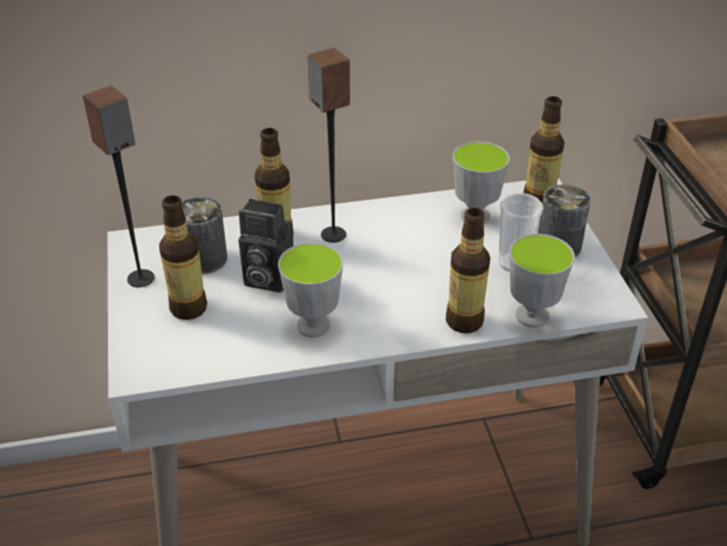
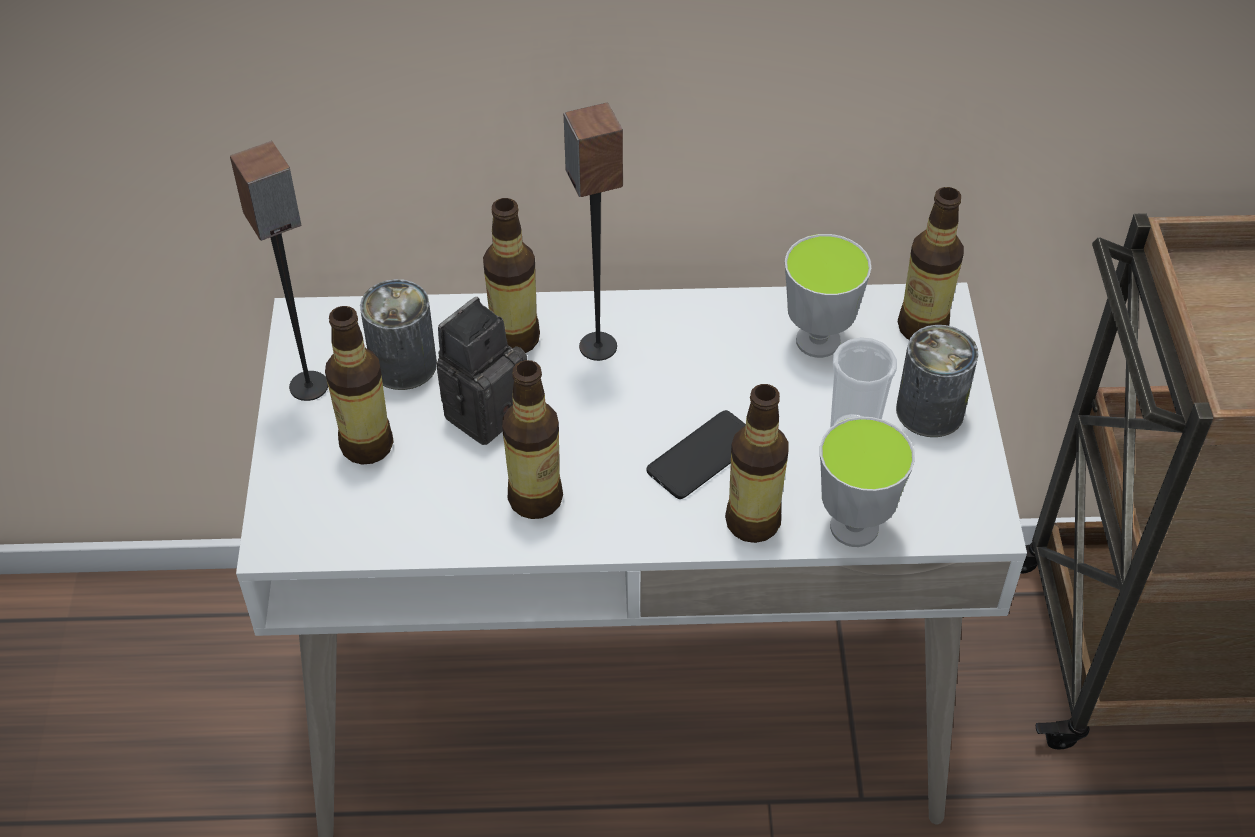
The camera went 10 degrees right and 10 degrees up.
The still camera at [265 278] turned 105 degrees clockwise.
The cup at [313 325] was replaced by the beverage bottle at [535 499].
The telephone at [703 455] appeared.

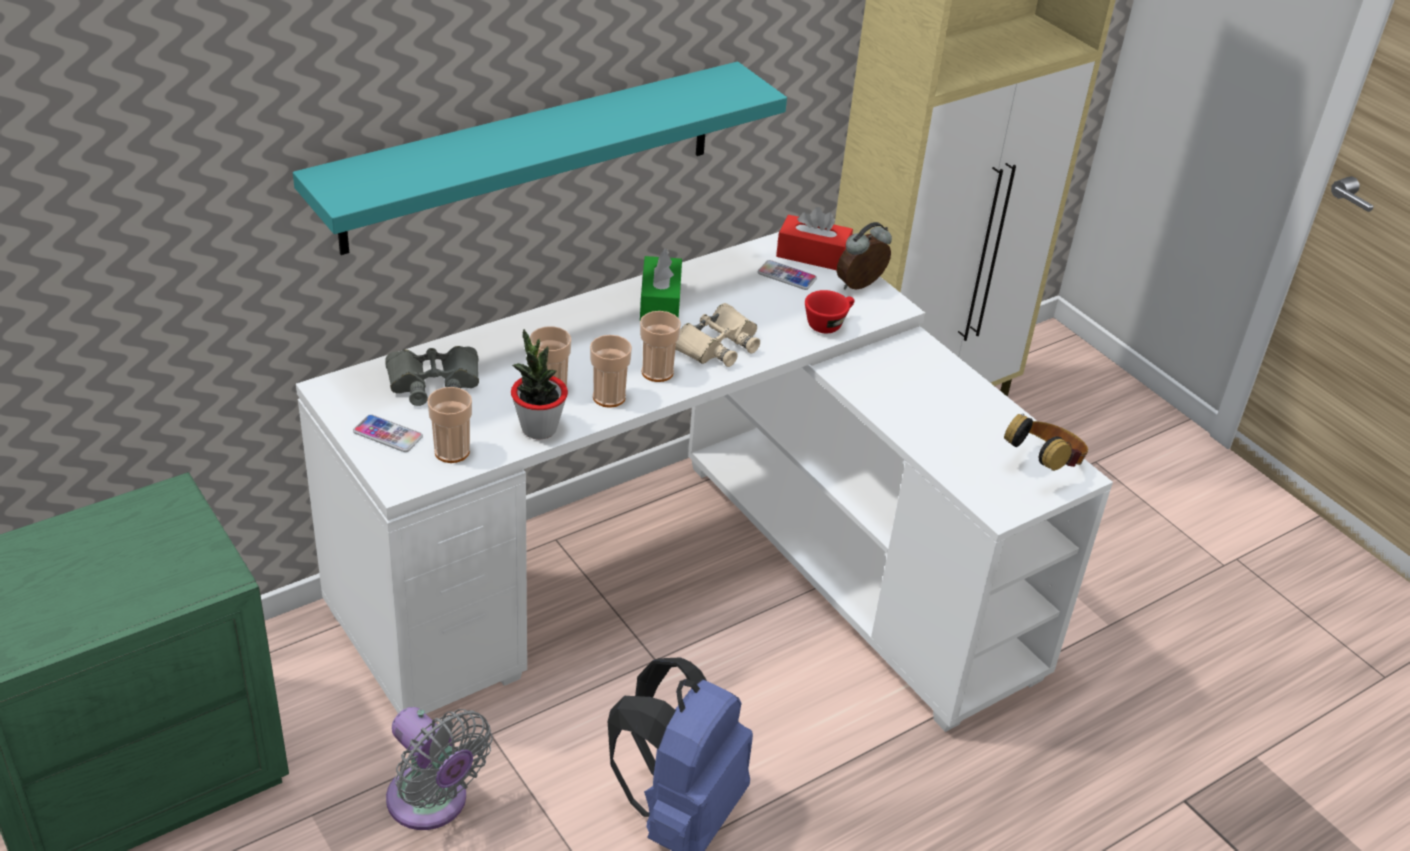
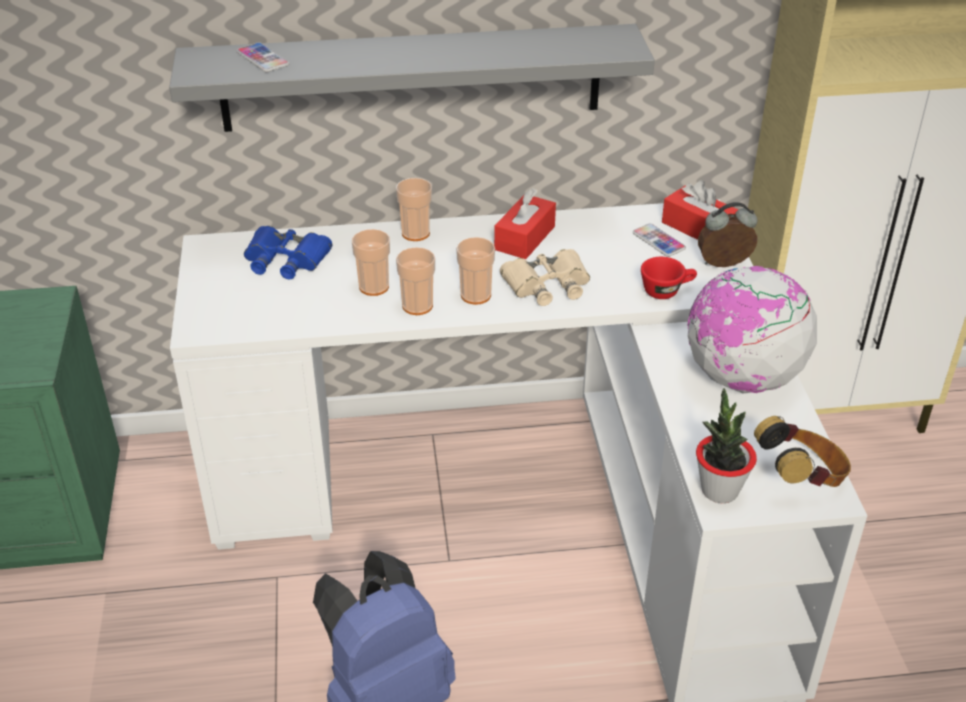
The camera went 30 degrees right and 0 degrees up.
The shelf (turquoise-coloured) at [531 157] became the shelf (gray) at [411 78].
The tissue holder (green) at [660 302] became the tissue holder (red-coloured) at [524 238].
The plant in a pot moved from [539 428] to [719 490].
The field glasses (gray) at [434 382] became the field glasses (blue) at [286 259].
The cup moved from [452 452] to [415 233].
The telephone moved from [388 434] to [263 59].
The electric fan (gray) at [432 803] disappeared.
The desk globe at [742 378] appeared.

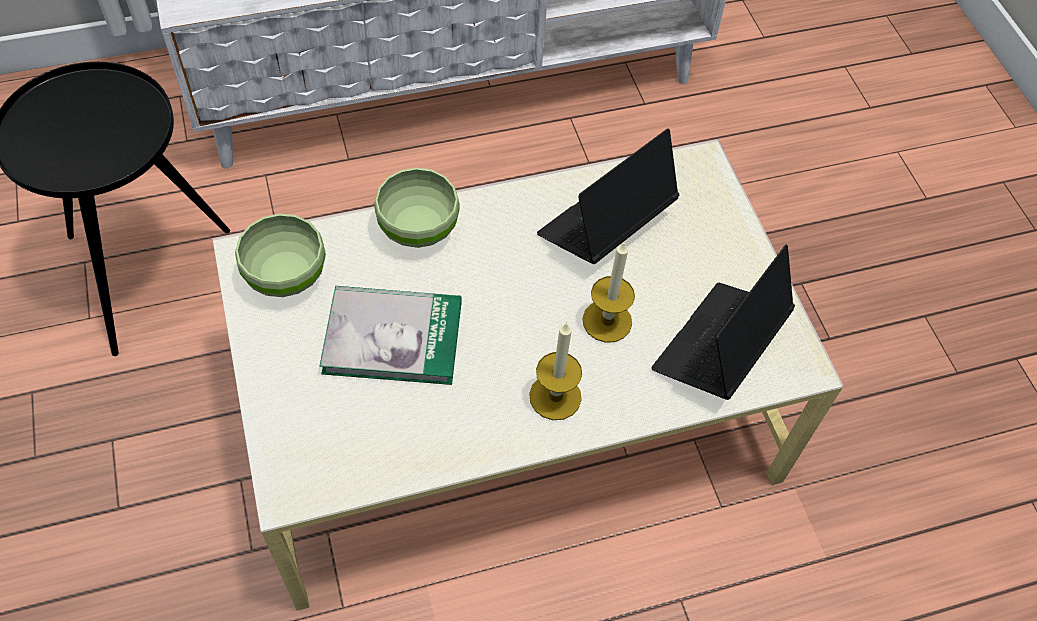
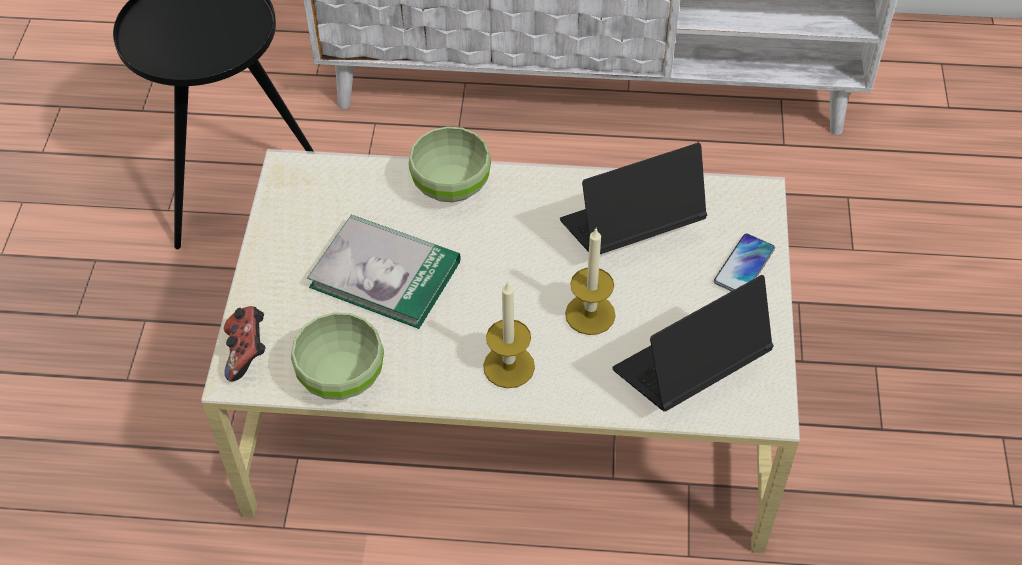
The camera went 25 degrees right and 5 degrees down.
The bowl (green) moved from [286 277] to [341 378].
The telephone at [744 265] appeared.
The joypad at [247 353] appeared.

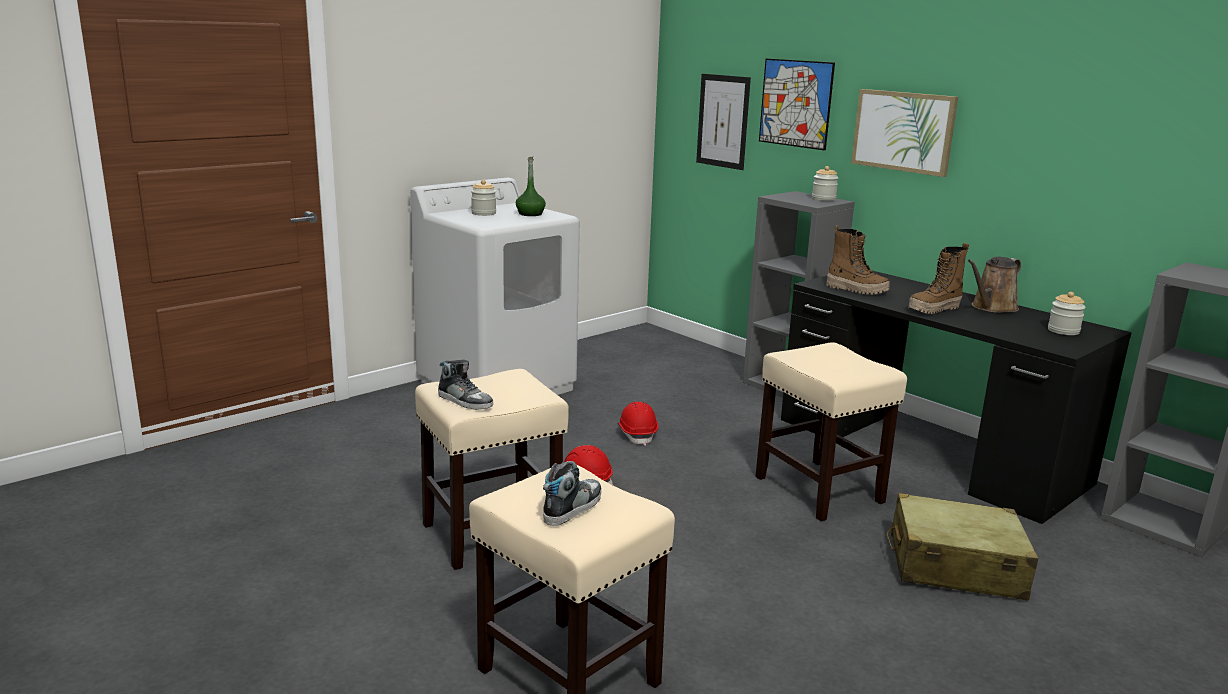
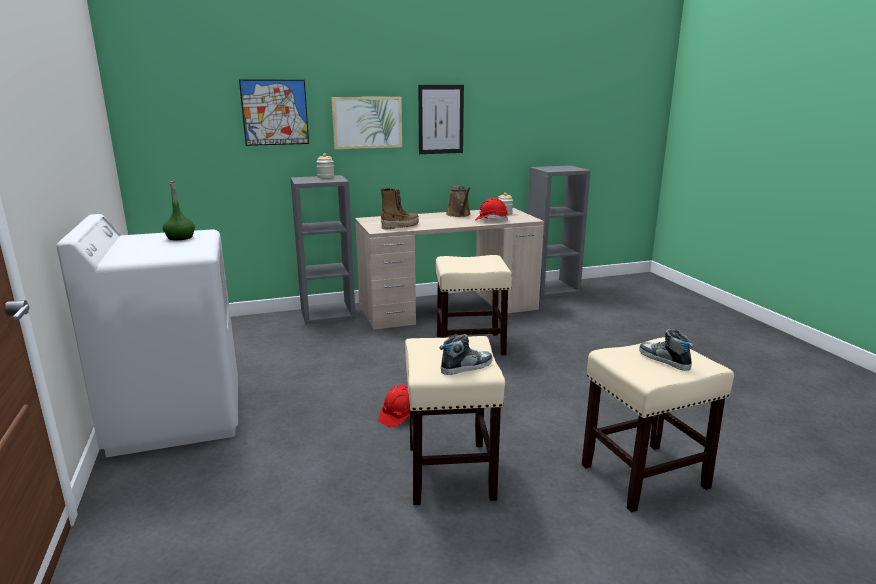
The camera went 65 degrees left and 0 degrees up.
The wall art moved from [723 121] to [441 119].
The preserve jar at [483 213] disappeared.
The high-top boot at [934 309] disappeared.
The desk (black-coloured) at [928 450] became the desk (beige) at [448 307].
The hard hat (red-coloured) moved from [637 434] to [491 220].
The piece of luggage (beige) at [954 566] disappeared.

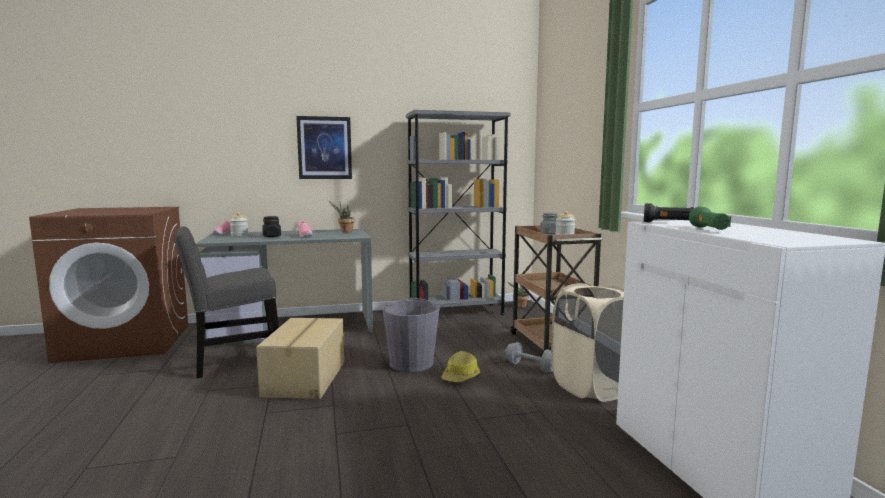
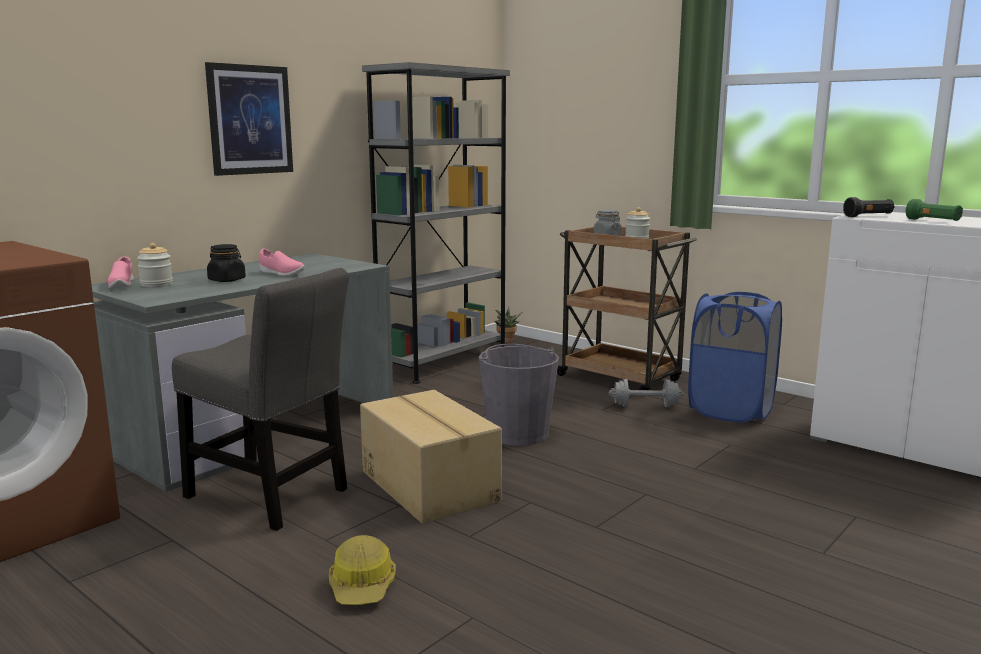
The camera went 35 degrees left and 5 degrees up.
The plant in a pot at [345 231] disappeared.
The upright chair (gray) at [233 361] turned 90 degrees counterclockwise.
The washing basket (beige) at [592 387] became the washing basket (blue) at [731 410].
The hard hat moved from [460 377] to [362 586].

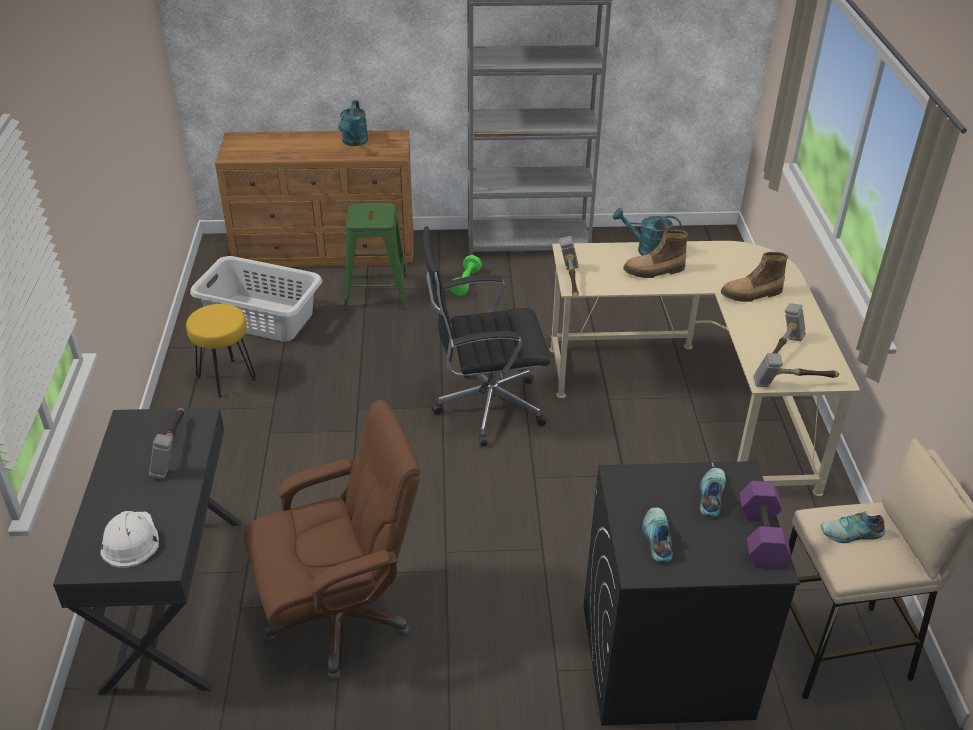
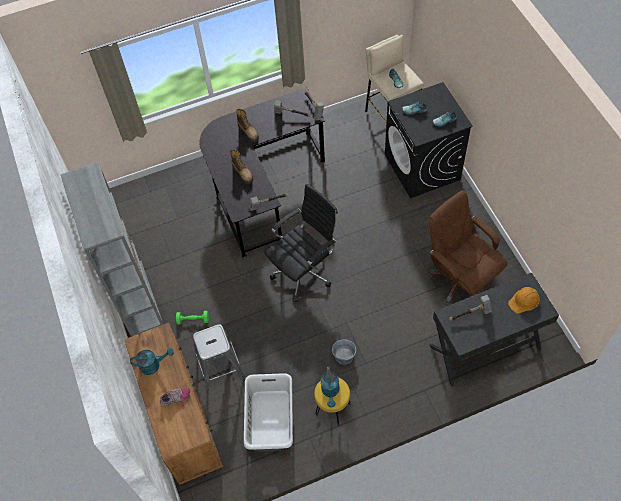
The camera went 105 degrees left and 20 degrees up.
The stool seat (green) at [376 292] became the stool seat (gray) at [220 366].
The watering pot (turquoise-coloured) moved from [647 250] to [330 392].
The office chair (black-coloured) at [484 408] turned 105 degrees counterclockwise.
The desk (beige) at [695 398] became the desk (black-coloured) at [260 186].
The free weight (purple-coloured) at [759 536] disappeared.
The hard hat (white-coloured) at [130 540] became the hard hat (orangey) at [524 301].
The bucket (gray) at [344 356] appeared.
The item of footwear at [175 397] appeared.

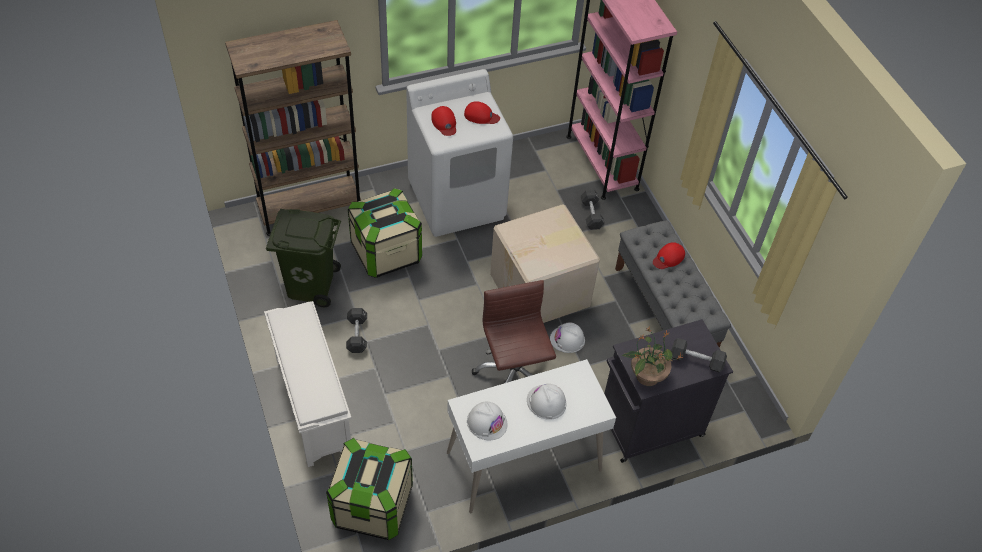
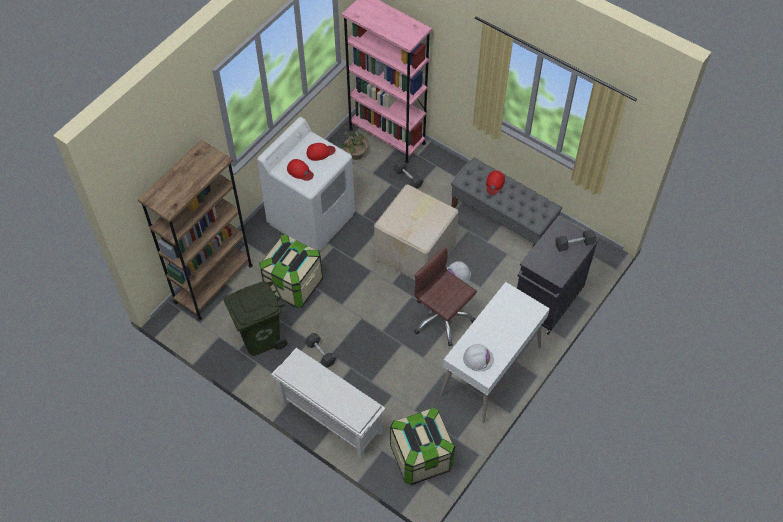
The camera went 30 degrees left and 5 degrees up.
The plant in a pot moved from [646 376] to [355 154].
The hard hat (white-coloured) at [546 402] disappeared.

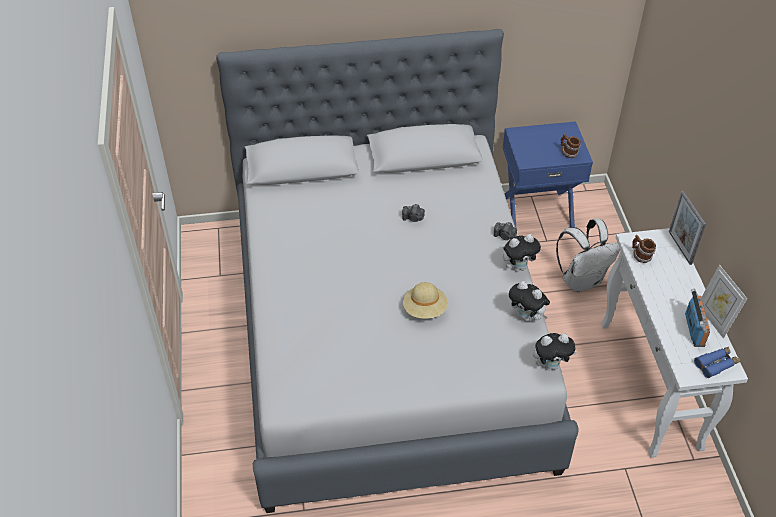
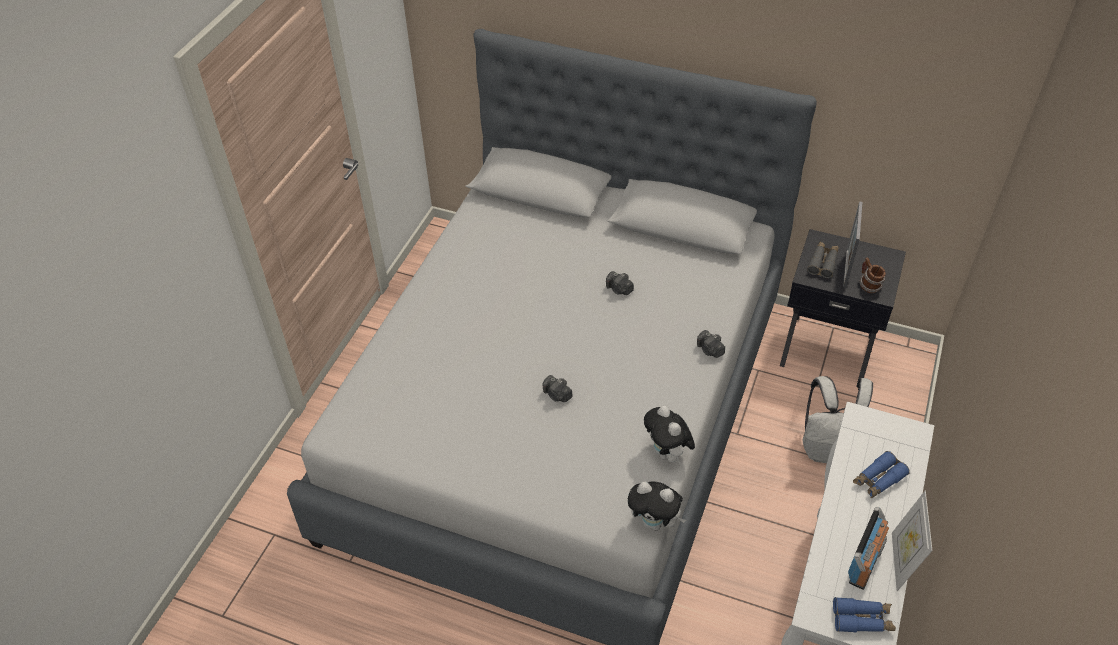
The camera went 30 degrees right and 0 degrees up.
The bedside table (blue) at [536 212] became the bedside table (black-coloured) at [827 348].
The picture frame moved from [680 247] to [846 268].
The cuddly toy at [518 267] disappeared.
The tea mug at [640 256] disappeared.
The clothing hat (beige) at [425 309] was replaced by the still camera at [557 395].
The field glasses (gray) at [823 263] appeared.
The field glasses (blue) at [878 479] appeared.

